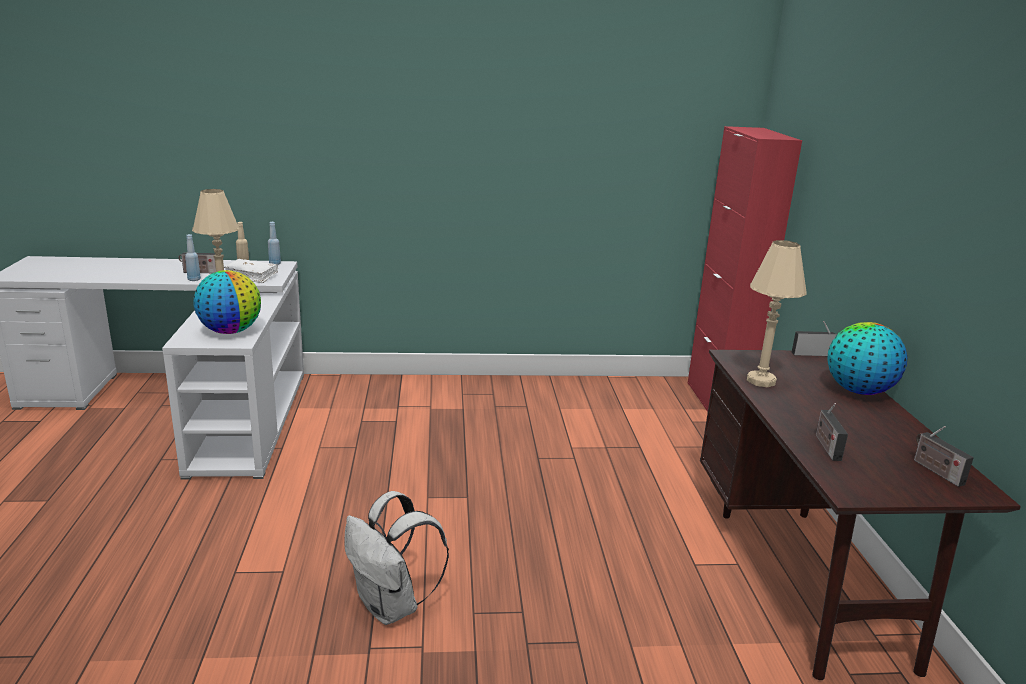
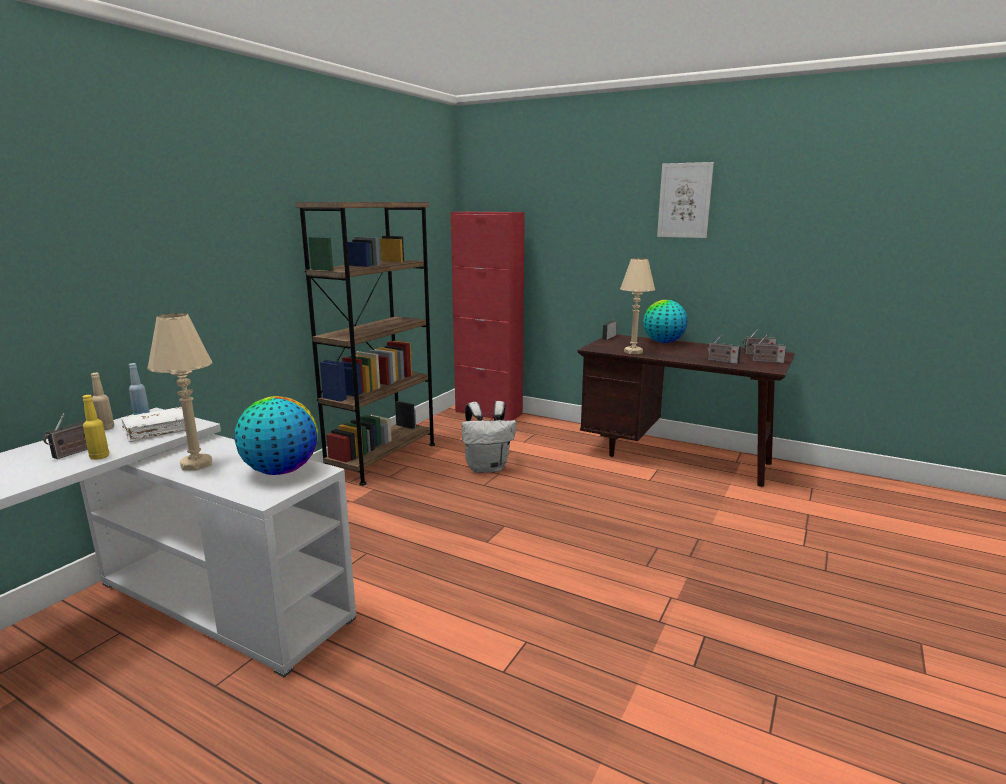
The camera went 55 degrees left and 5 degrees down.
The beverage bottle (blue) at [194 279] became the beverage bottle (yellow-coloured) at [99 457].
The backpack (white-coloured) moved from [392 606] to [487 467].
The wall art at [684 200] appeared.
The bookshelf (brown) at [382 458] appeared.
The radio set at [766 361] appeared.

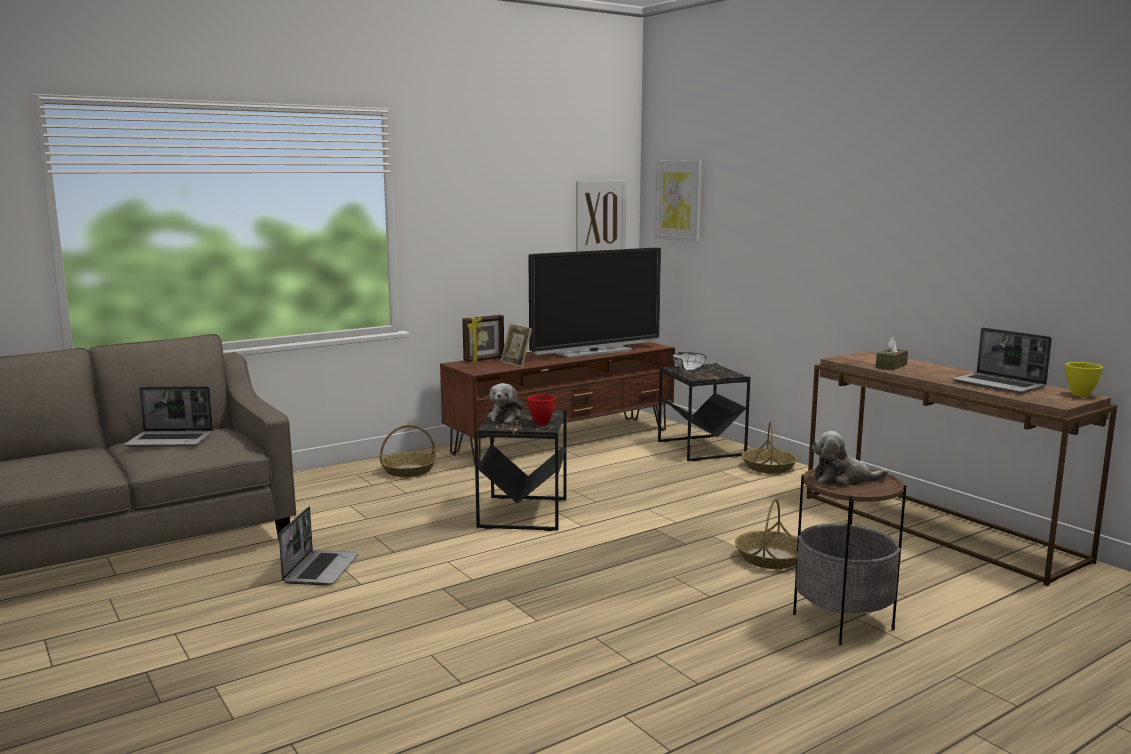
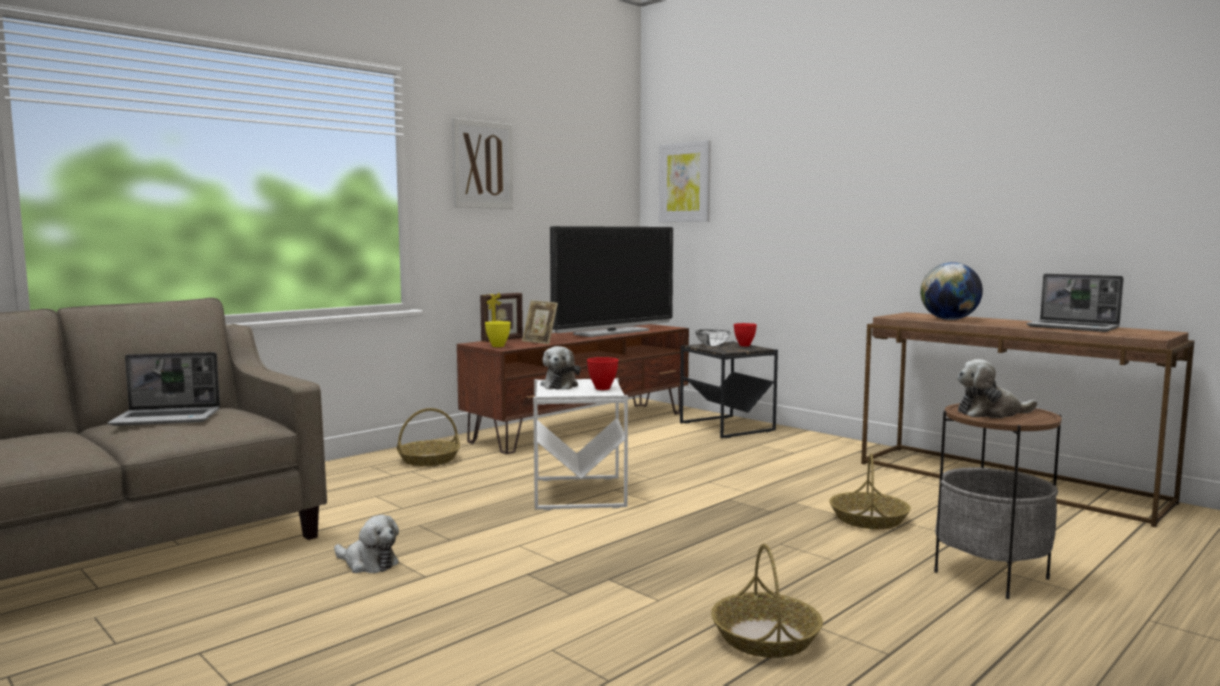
The camera went 10 degrees left and 5 degrees down.
The wall art moved from [600 218] to [482 165].
The tissue holder (brown) at [891 366] was replaced by the desk globe at [949 319].
The bowl (yellow-coloured) moved from [1079 395] to [497 346].
The end table (black-coloured) at [524 513] became the end table (white-coloured) at [579 493].
The storage basket moved from [768 467] to [765 637].
The notebook computer at [320 569] was replaced by the cuddly toy at [368 563].
The bowl (red-coloured) at [744 345] appeared.

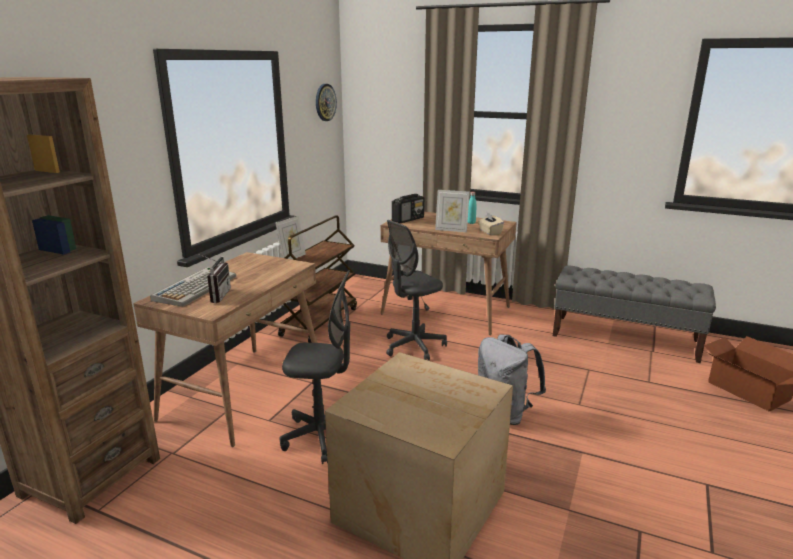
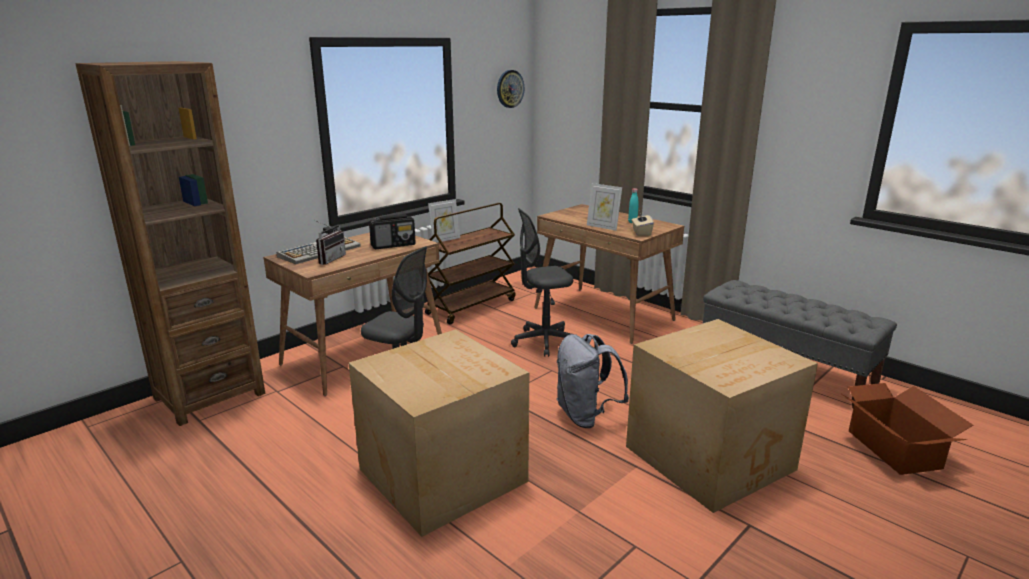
The camera went 20 degrees right and 0 degrees up.
The radio set moved from [408 219] to [393 245].
The cardboard box at [712 458] appeared.

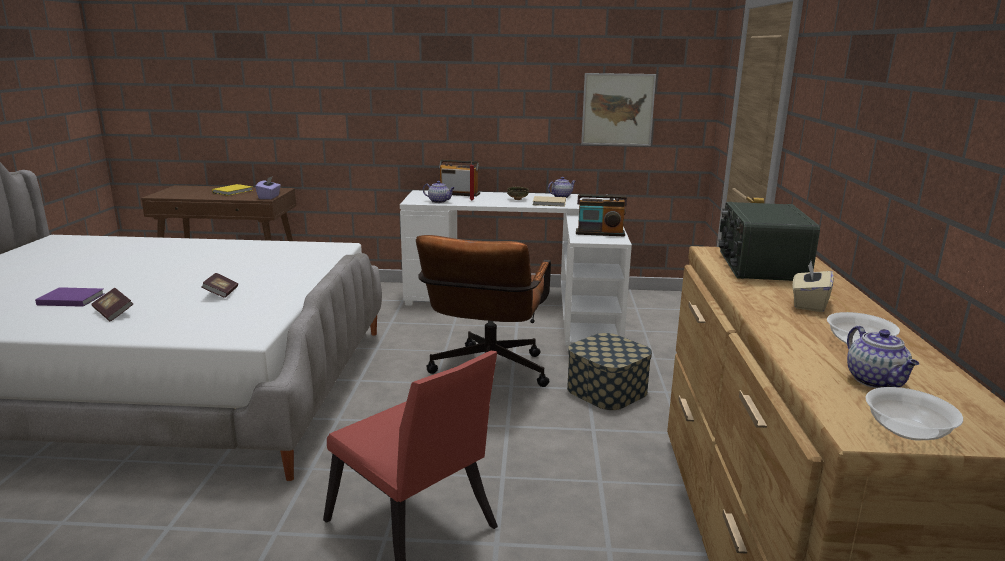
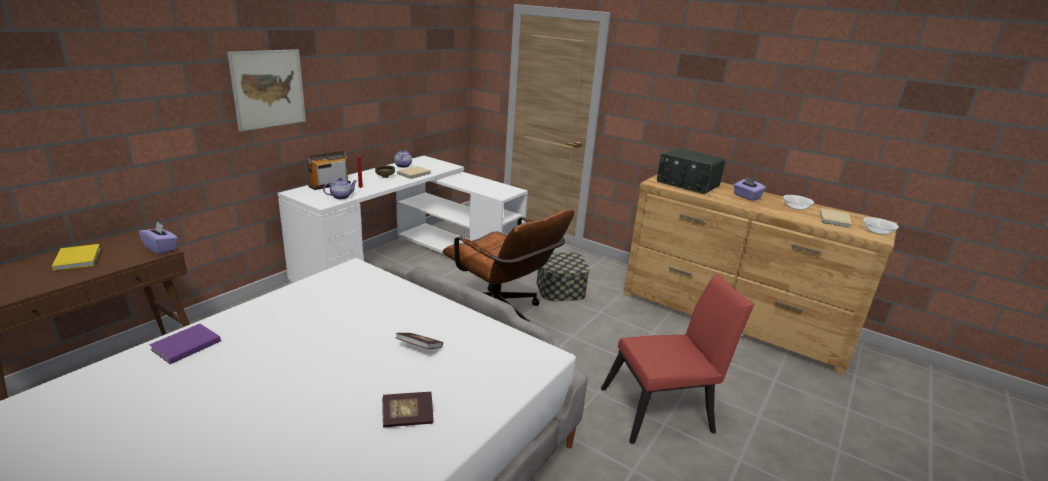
The camera went 60 degrees left and 5 degrees up.
The wall art moved from [617 109] to [268 89].
The radio set at [600 233] disappeared.
The tissue holder (beige) at [808 303] became the tissue holder (purple-coloured) at [746 197].
The volume (purple-coloured) moved from [70 299] to [184 346].
The tea pot at [876 381] was replaced by the volume (beige) at [835 219].

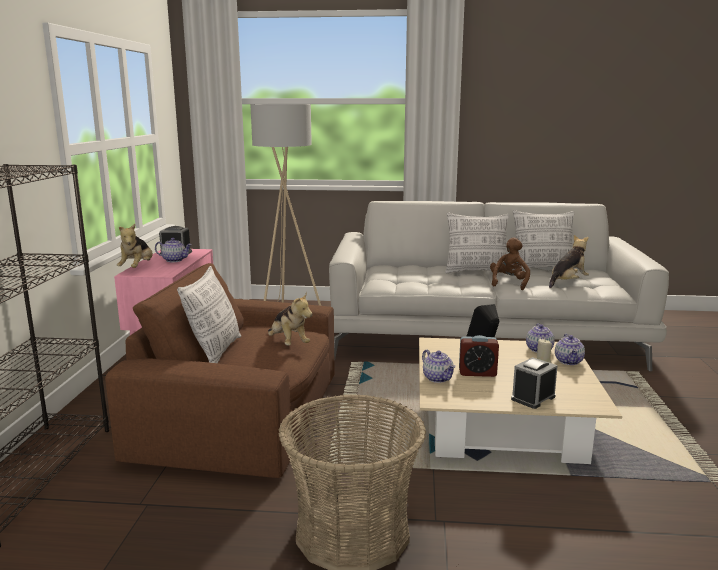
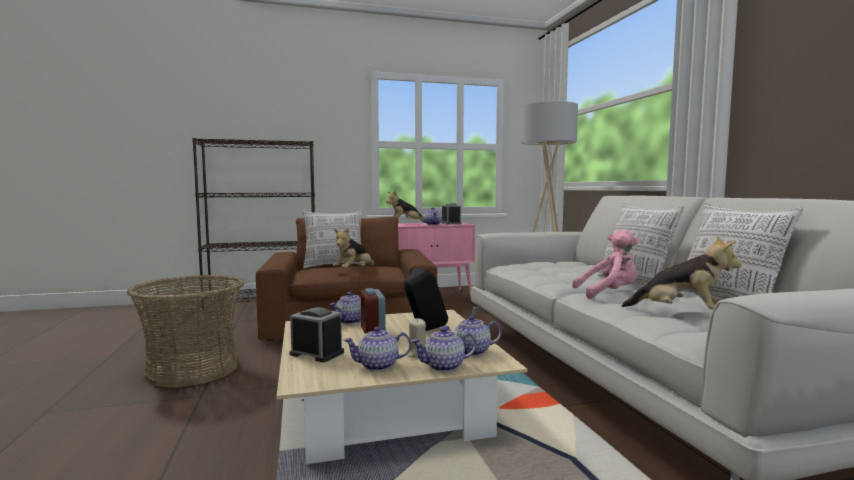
The camera went 70 degrees right and 10 degrees down.
The cuddly toy (brown) at [509 283] became the cuddly toy (pink) at [609 294].
The tea pot at [377 366] appeared.

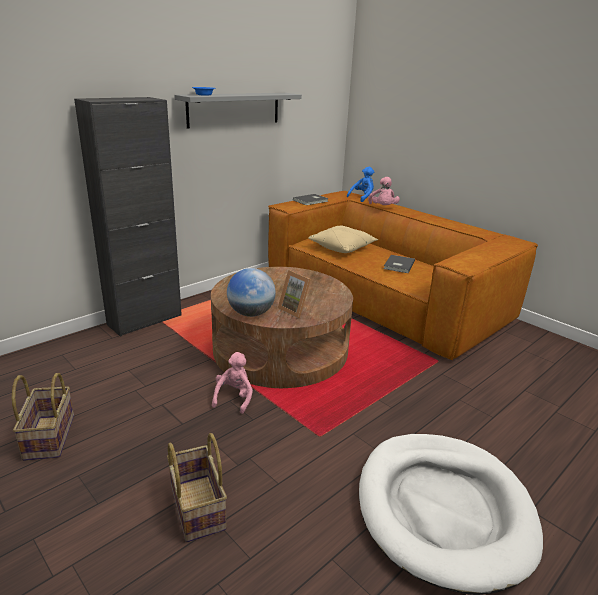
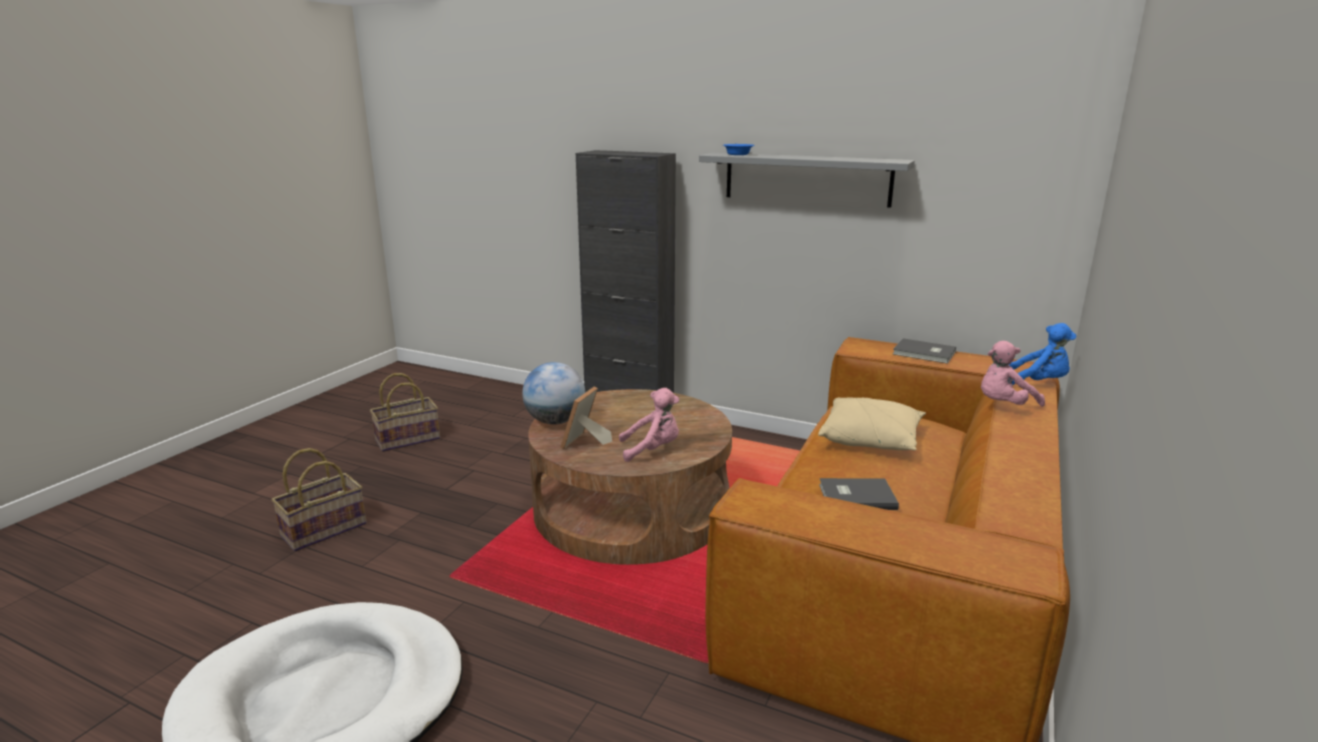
The camera went 70 degrees right and 5 degrees down.
The cuddly toy (pink) moved from [234 398] to [652 450].

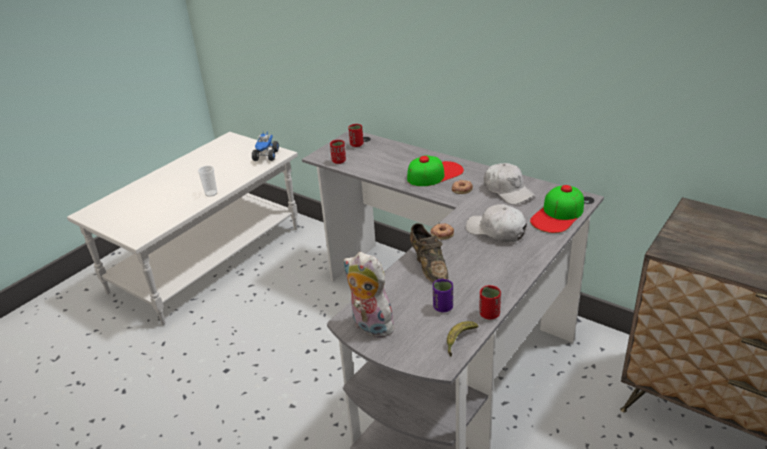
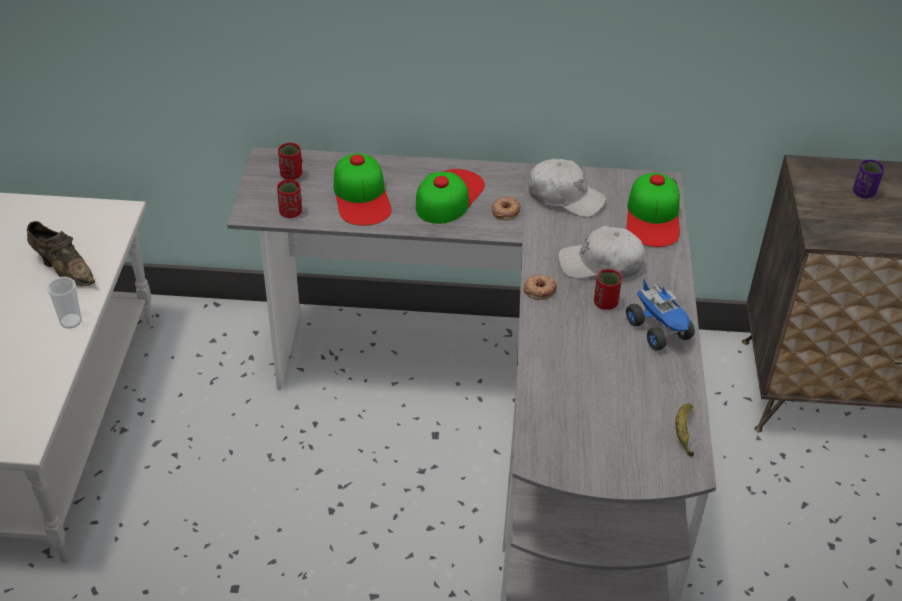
The camera went 35 degrees left and 10 degrees up.
The model truck moved from [266 156] to [659 330].
The item of footwear (brown) moved from [429 266] to [63 268].
The cuddly toy at [369 326] disappeared.
The cup (purple-coloured) moved from [443 307] to [863 193].
The cup (red-coloured) moved from [489 314] to [605 303].
The peaked cap at [362 196] appeared.

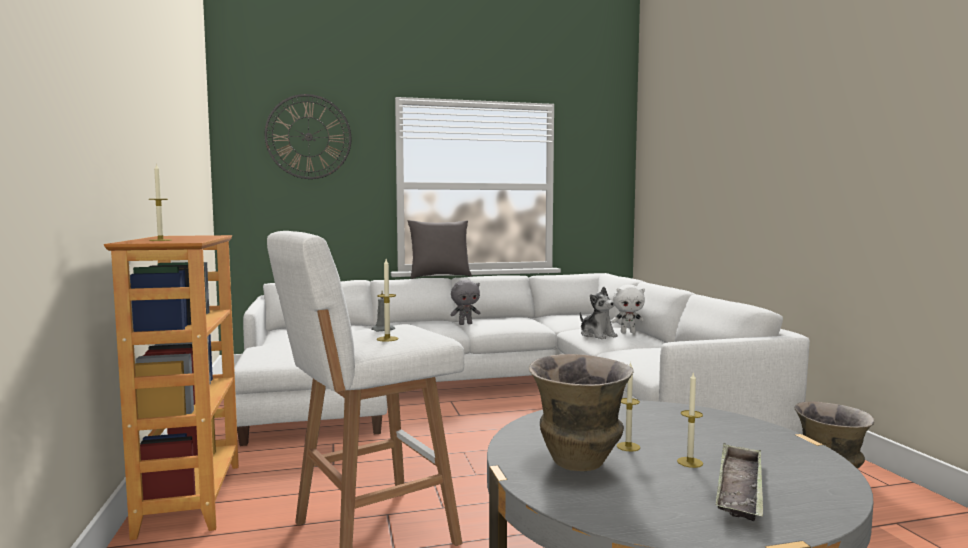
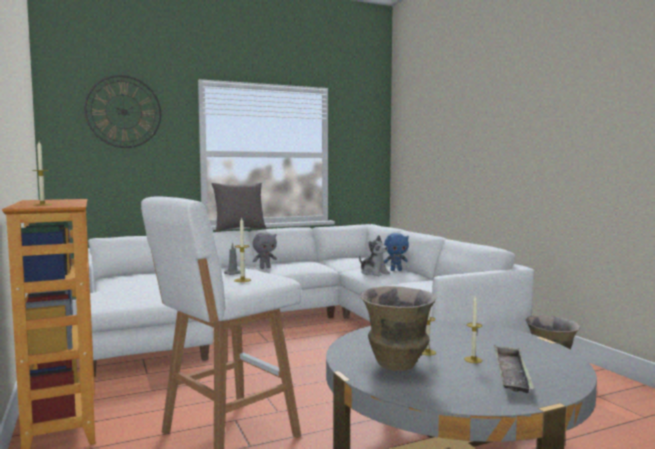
The camera went 10 degrees left and 0 degrees up.
The cuddly toy (white-coloured) at [628 332] became the cuddly toy (blue) at [396 270].

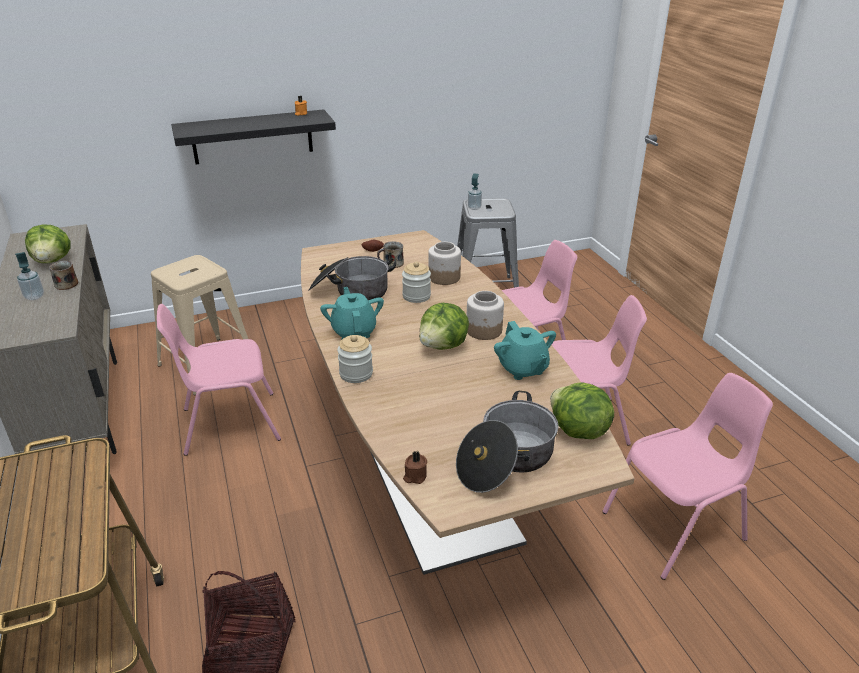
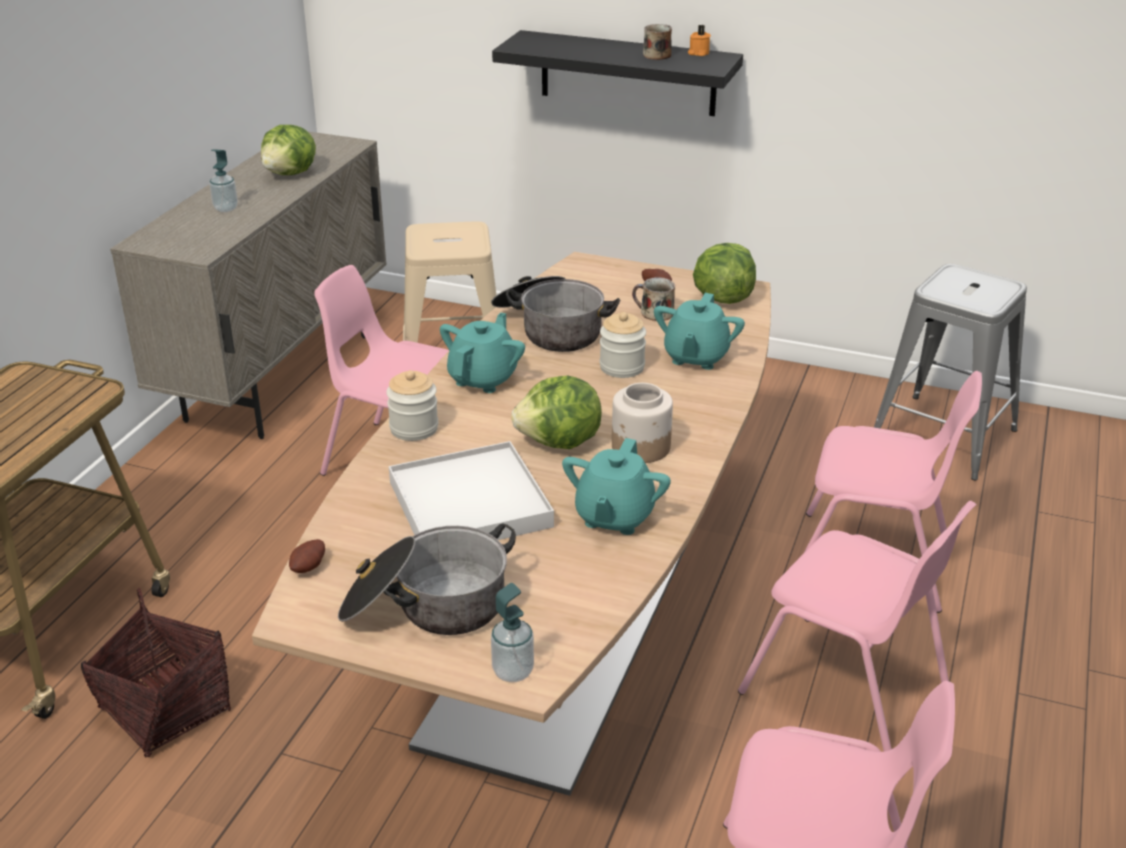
The camera went 40 degrees right and 0 degrees up.
The liquid soap bottle moved from [474 208] to [513 671].
The preserve jar at [444 277] was replaced by the tea pot (turquoise-coloured) at [695 357].
The tea mug moved from [66 284] to [656 54].
The lettuce moved from [577 431] to [722 298].
The wax light (brown) at [414 476] was replaced by the whole potato at [310 567].
The tray (white-coloured) at [470 504] appeared.

